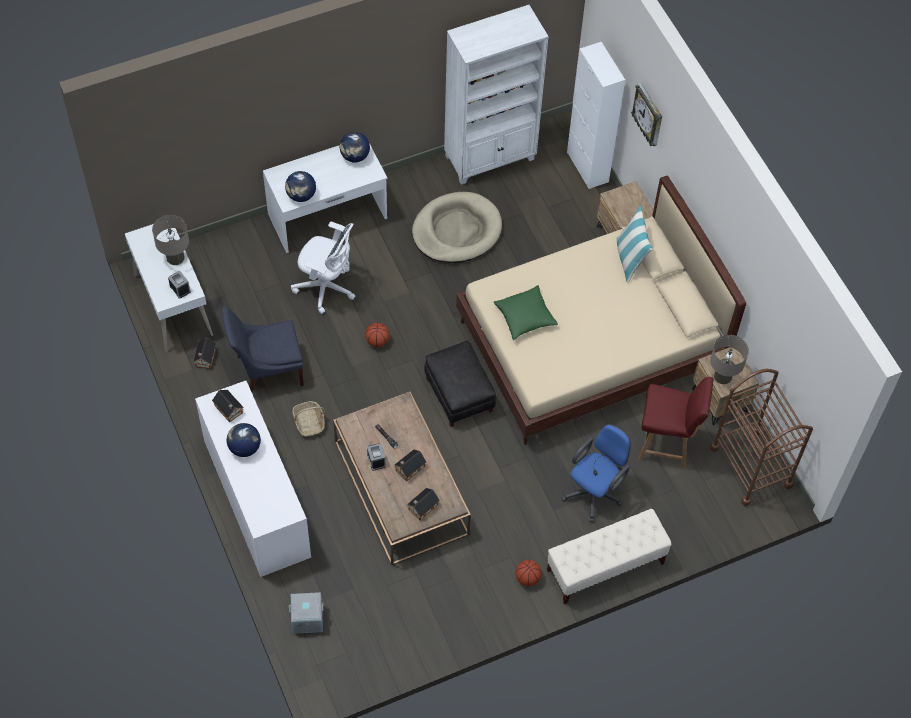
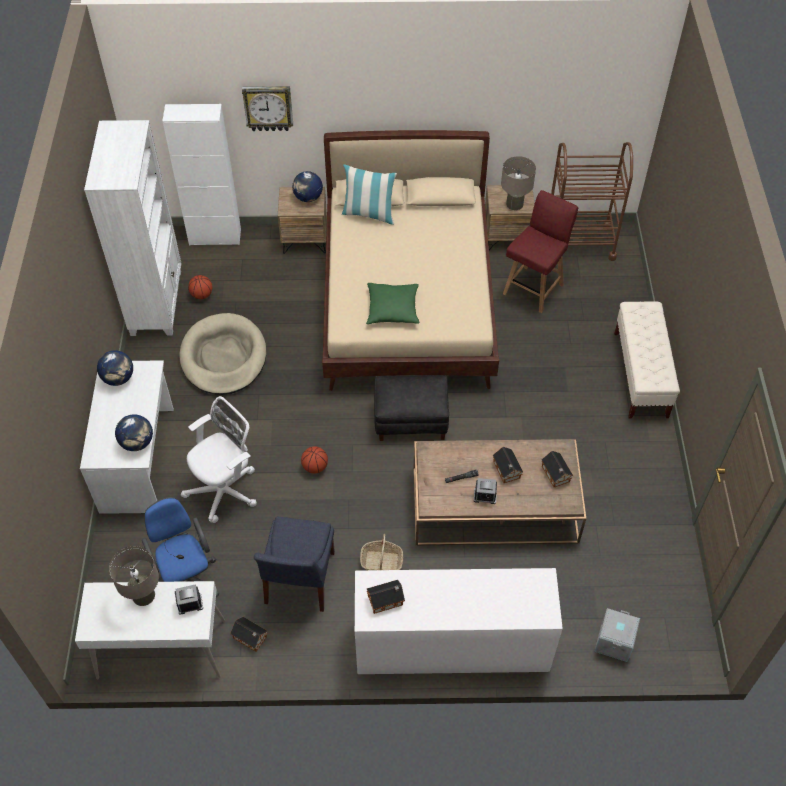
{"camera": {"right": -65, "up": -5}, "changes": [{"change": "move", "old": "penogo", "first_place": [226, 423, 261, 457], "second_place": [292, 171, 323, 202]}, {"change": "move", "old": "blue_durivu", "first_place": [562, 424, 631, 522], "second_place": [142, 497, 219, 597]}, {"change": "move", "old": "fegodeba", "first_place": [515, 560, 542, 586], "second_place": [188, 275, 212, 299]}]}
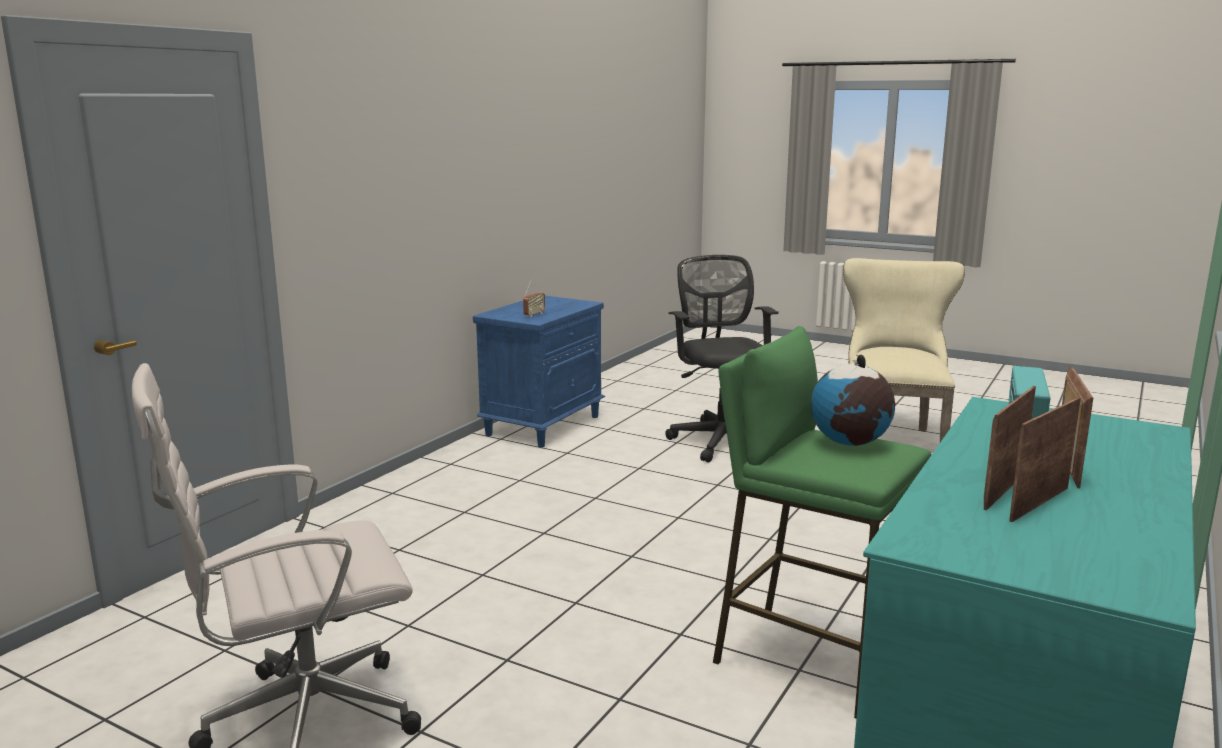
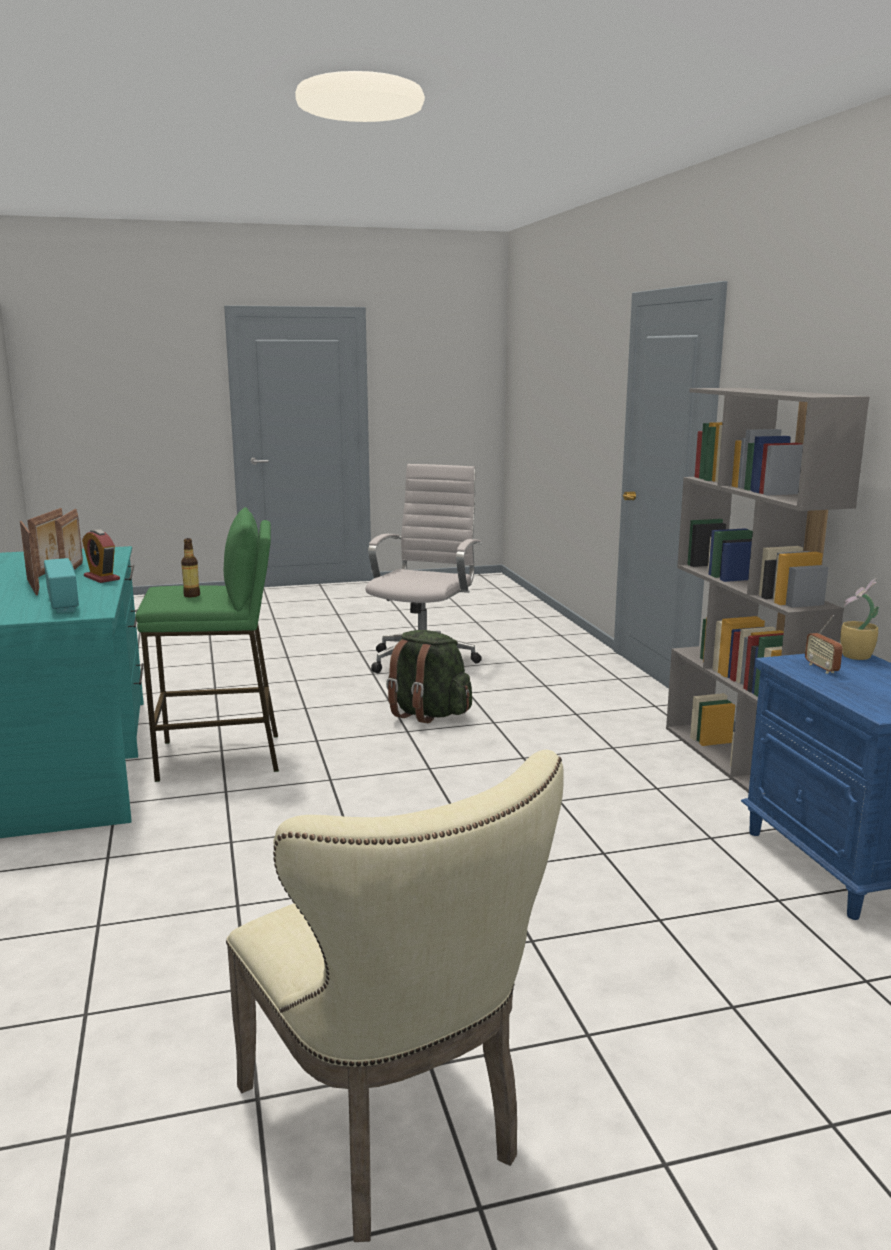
{"camera": {"right": 135, "up": 0}, "changes": [{"change": "delete", "old": "black_durivu", "first_place": [665, 255, 779, 463]}, {"change": "replace", "old": "penogo", "new": "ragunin", "first_place": [811, 355, 895, 446], "second_place": [181, 538, 200, 597]}, {"change": "insert", "new": "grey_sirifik", "second_place": [666, 388, 869, 793]}, {"change": "insert", "new": "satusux", "second_place": [82, 529, 120, 583]}, {"change": "insert", "new": "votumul", "second_place": [840, 578, 880, 660]}, {"change": "insert", "new": "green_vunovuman", "second_place": [386, 630, 472, 723]}]}
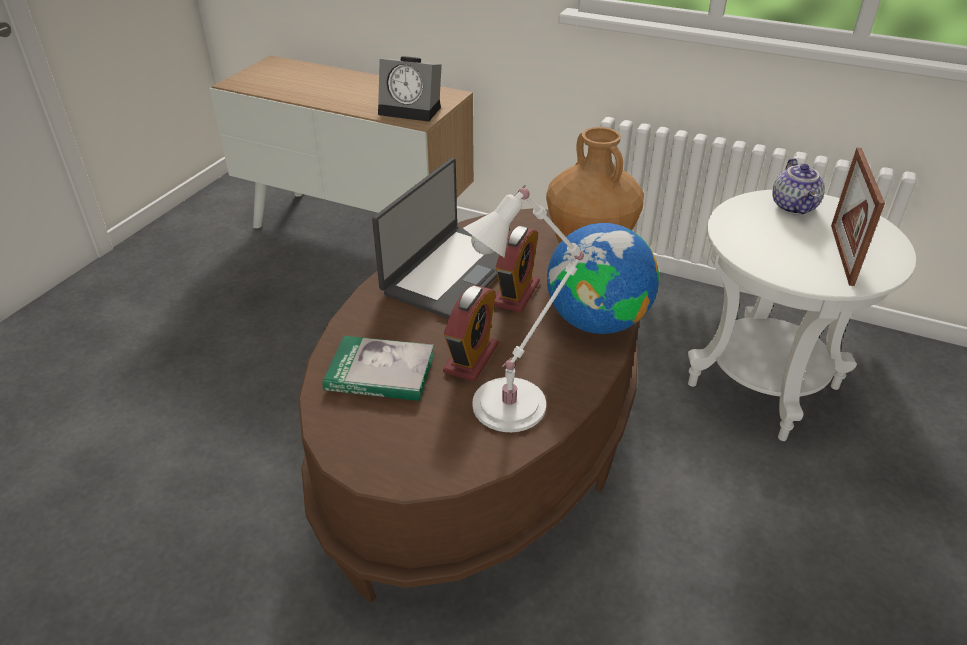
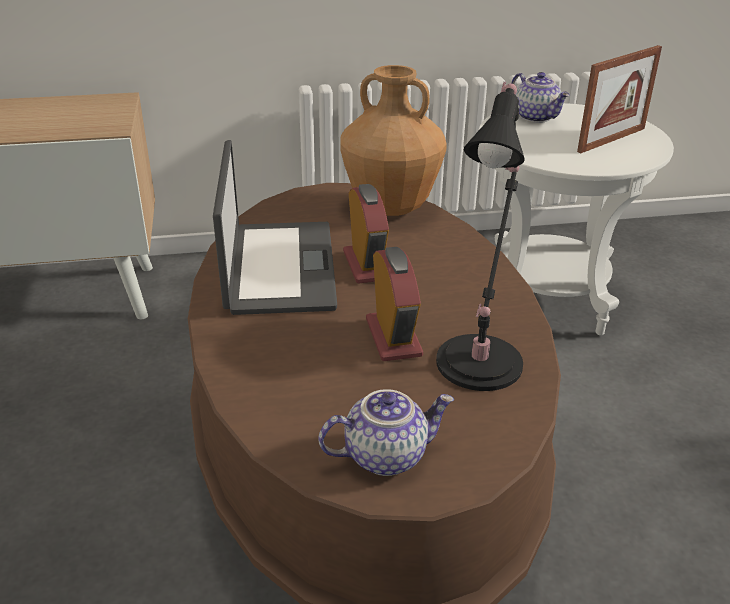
{"camera": {"right": -35, "up": -5}, "changes": [{"change": "delete", "old": "satusux", "first_place": [378, 56, 442, 122]}, {"change": "rotate", "old": "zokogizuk", "first_place": [831, 148, 885, 286], "second_place": [577, 45, 662, 153], "degrees": -105}, {"change": "recolor", "old": "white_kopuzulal", "new": "black_kopuzulal", "first_place": [463, 185, 584, 432], "second_place": [436, 82, 525, 391]}, {"change": "delete", "old": "penogo", "first_place": [547, 223, 659, 334]}, {"change": "delete", "old": "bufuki", "first_place": [322, 336, 434, 401]}, {"change": "insert", "new": "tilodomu", "second_place": [318, 389, 454, 476]}]}
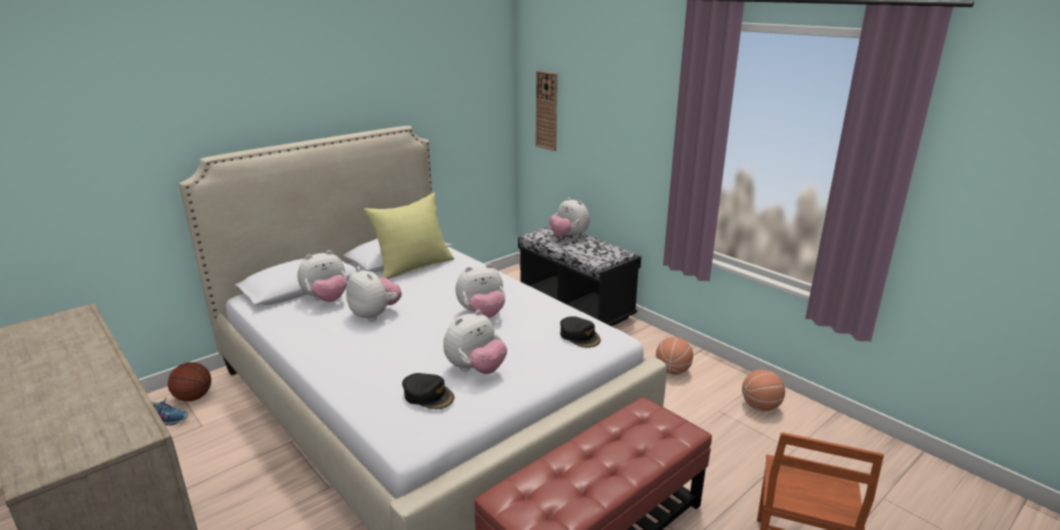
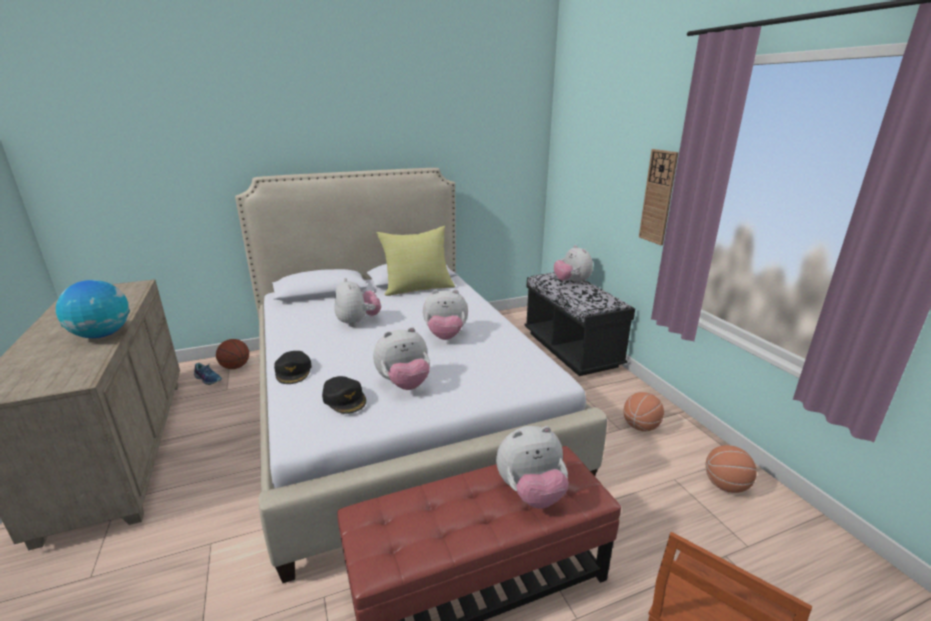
{"camera": {"right": 20, "up": 0}, "changes": [{"change": "move", "old": "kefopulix", "first_place": [536, 71, 557, 151], "second_place": [639, 149, 679, 245]}, {"change": "move", "old": "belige", "first_place": [297, 250, 347, 302], "second_place": [496, 426, 569, 509]}, {"change": "move", "old": "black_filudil", "first_place": [560, 316, 601, 348], "second_place": [274, 351, 312, 384]}, {"change": "insert", "new": "penogo", "second_place": [56, 280, 130, 338]}]}
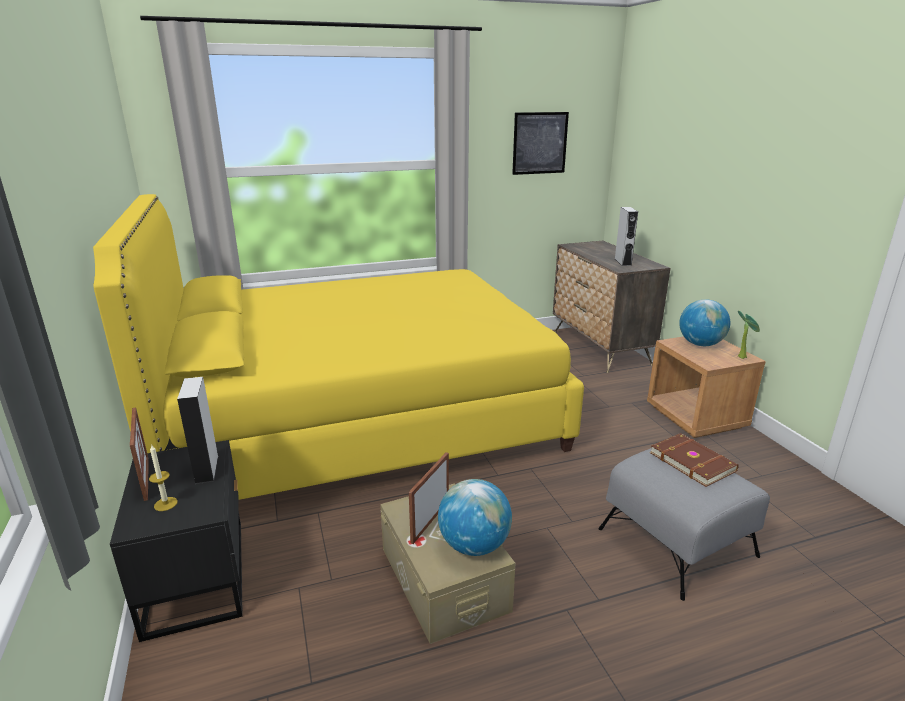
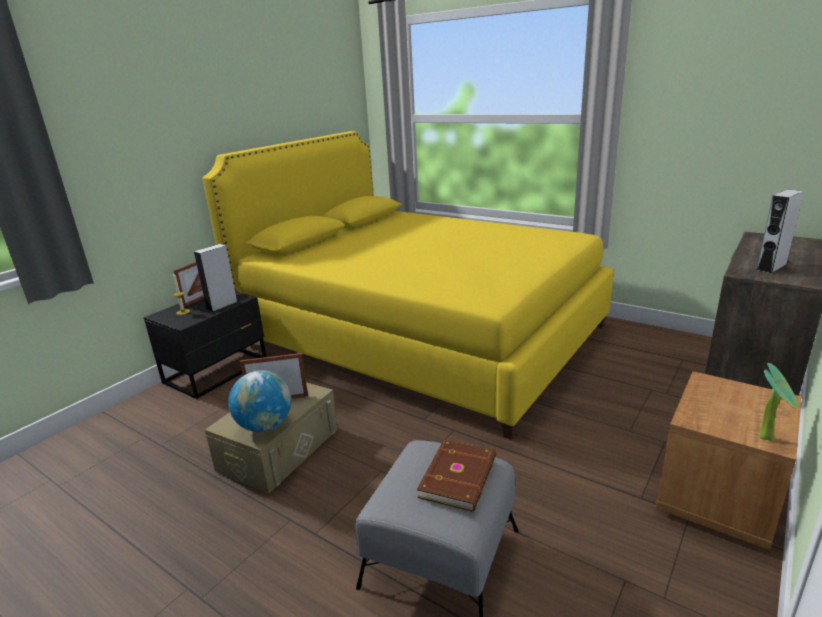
{"camera": {"right": 55, "up": 0}, "changes": [{"change": "delete", "old": "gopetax", "first_place": [512, 112, 569, 175]}, {"change": "delete", "old": "penogo", "first_place": [679, 299, 730, 346]}]}
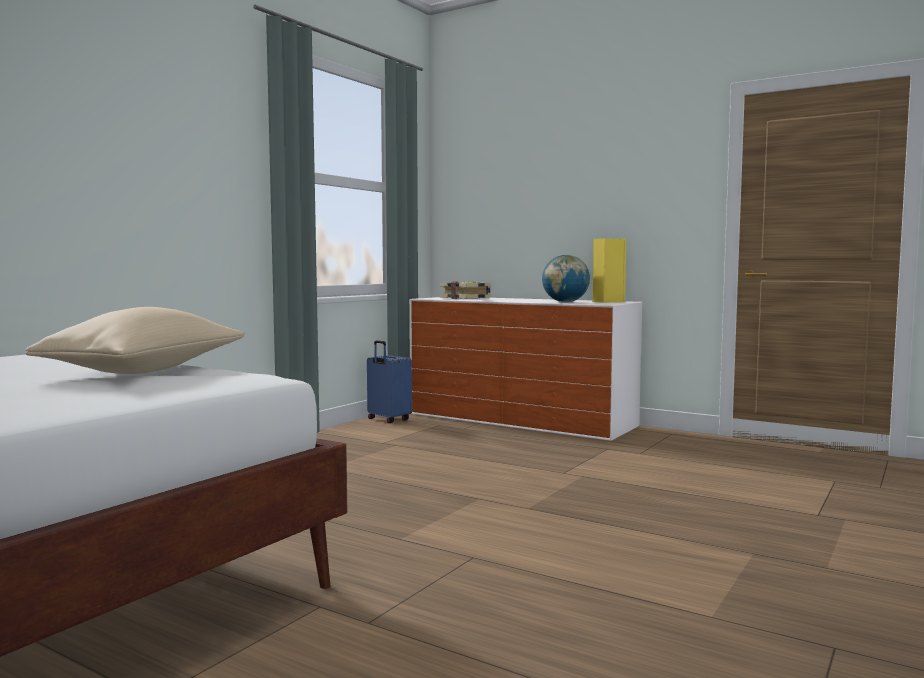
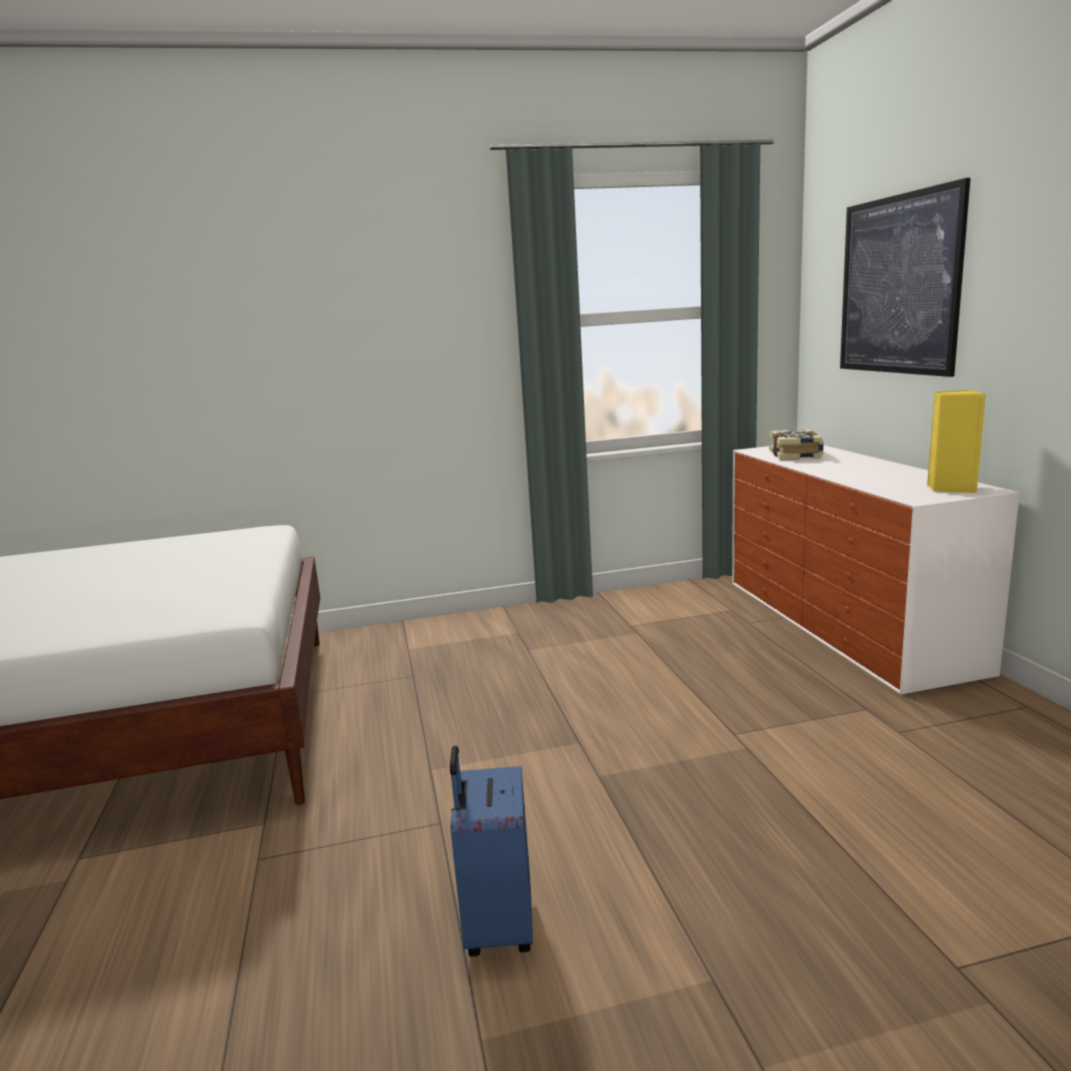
{"camera": {"right": 45, "up": 10}, "changes": [{"change": "delete", "old": "penogo", "first_place": [542, 255, 590, 302]}, {"change": "delete", "old": "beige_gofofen", "first_place": [25, 307, 245, 374]}, {"change": "move", "old": "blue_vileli", "first_place": [367, 340, 412, 423], "second_place": [450, 745, 533, 957]}, {"change": "insert", "new": "gopetax", "second_place": [840, 178, 970, 377]}]}
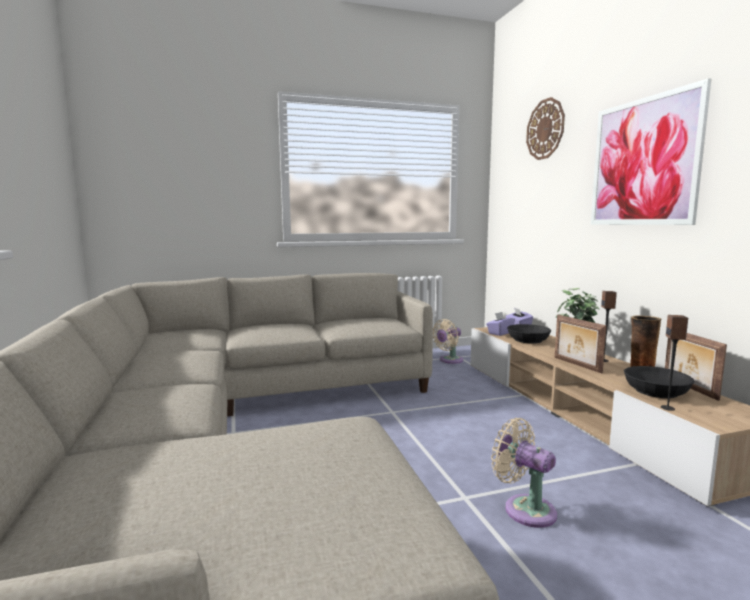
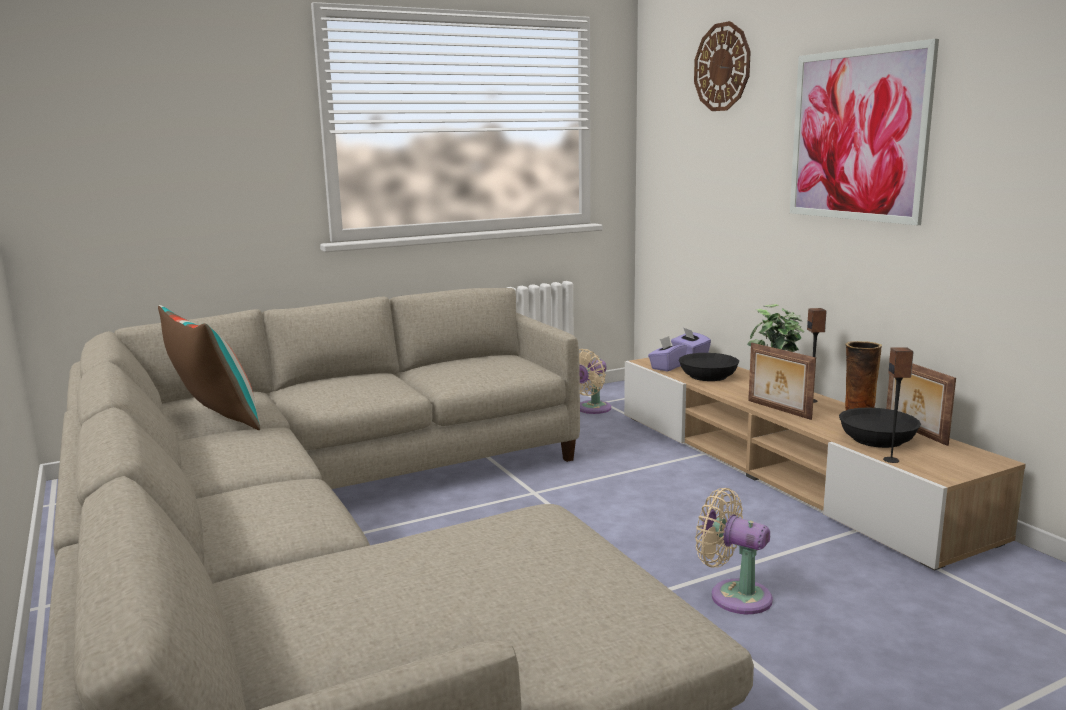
{"camera": {"right": -10, "up": 5}, "changes": [{"change": "insert", "new": "gofofen", "second_place": [158, 305, 260, 430]}]}
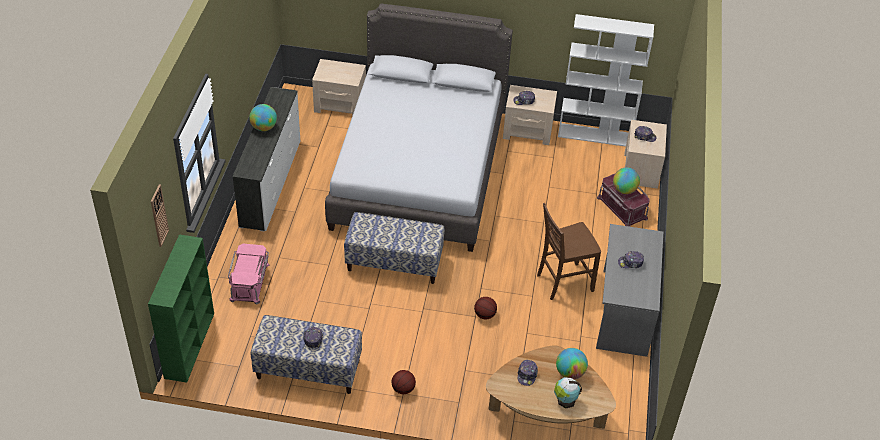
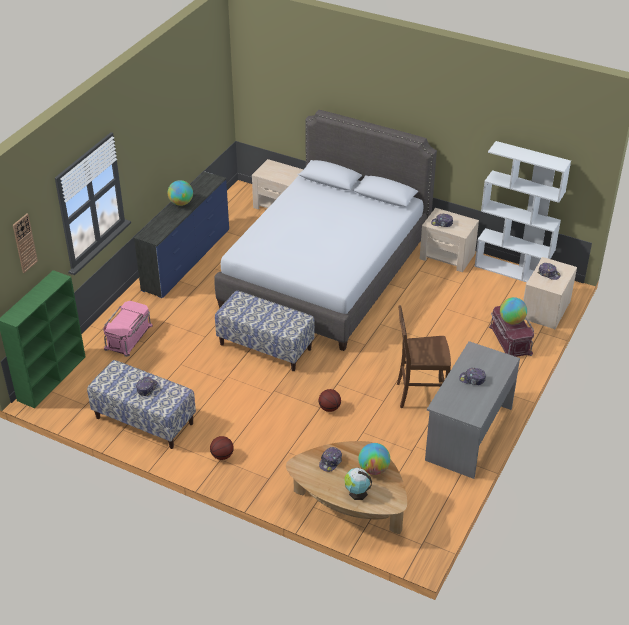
{"camera": {"right": 20, "up": -5}, "changes": [{"change": "recolor", "old": "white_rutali", "new": "blue_rutali", "first_place": [232, 87, 300, 232], "second_place": [134, 171, 229, 298]}]}
